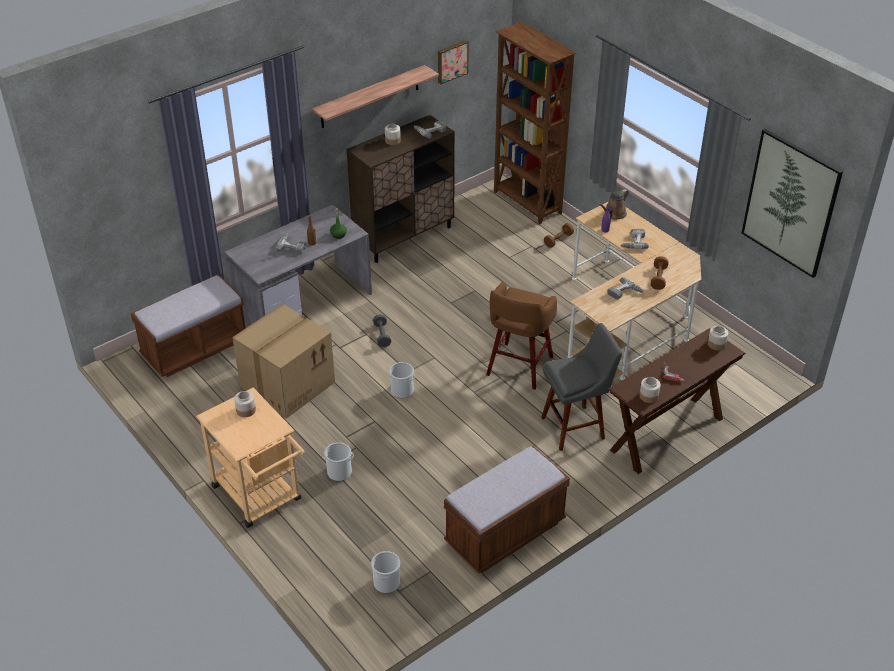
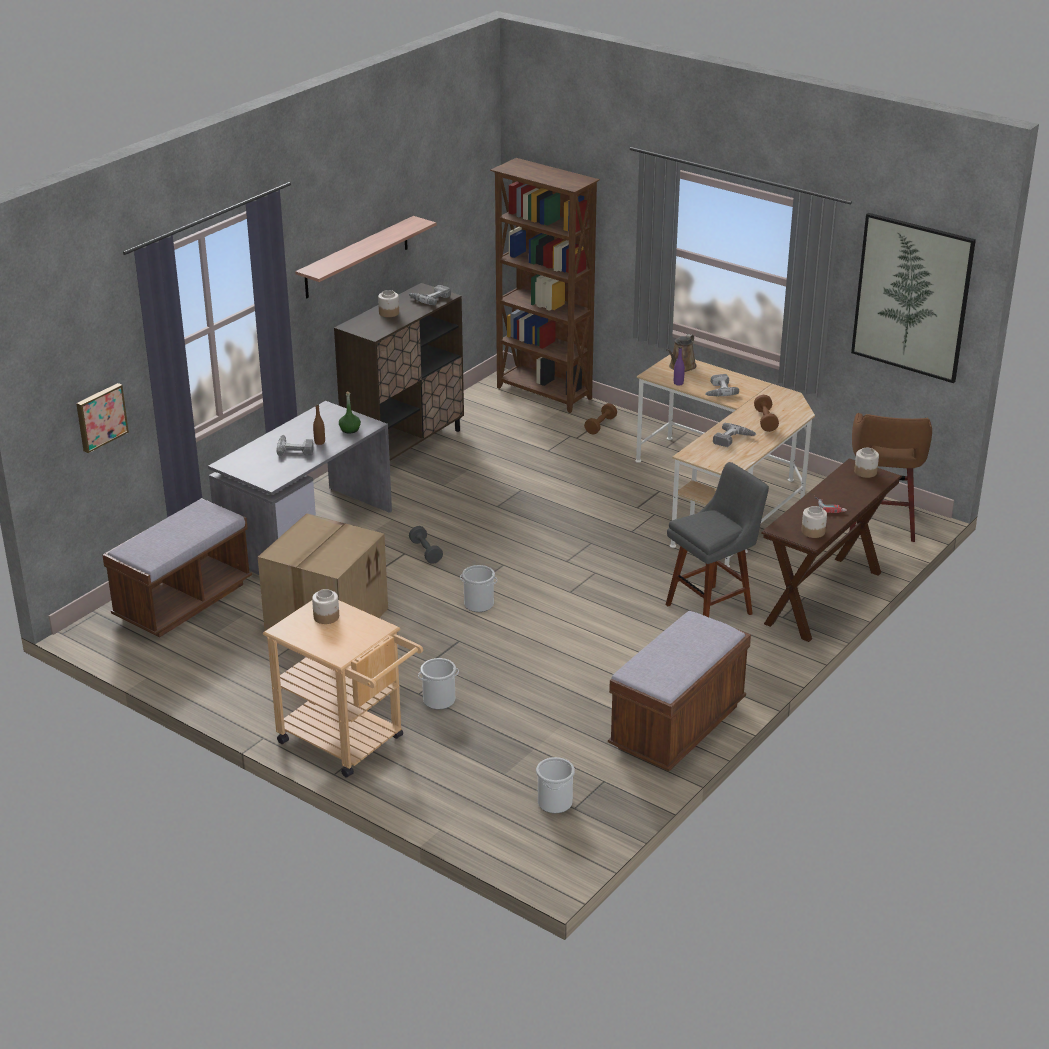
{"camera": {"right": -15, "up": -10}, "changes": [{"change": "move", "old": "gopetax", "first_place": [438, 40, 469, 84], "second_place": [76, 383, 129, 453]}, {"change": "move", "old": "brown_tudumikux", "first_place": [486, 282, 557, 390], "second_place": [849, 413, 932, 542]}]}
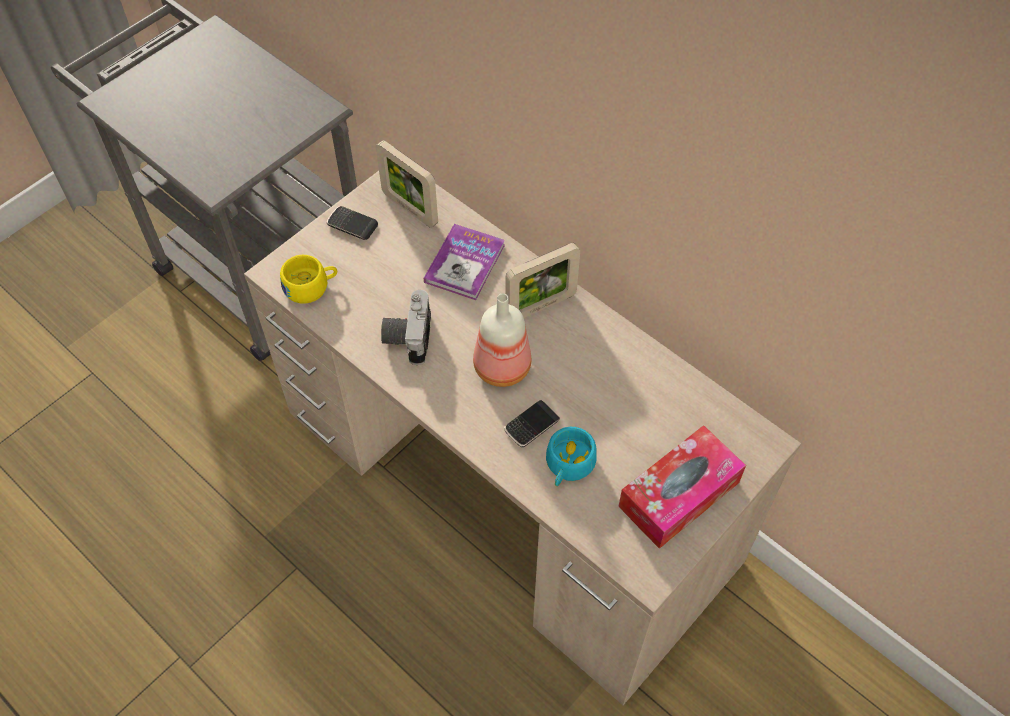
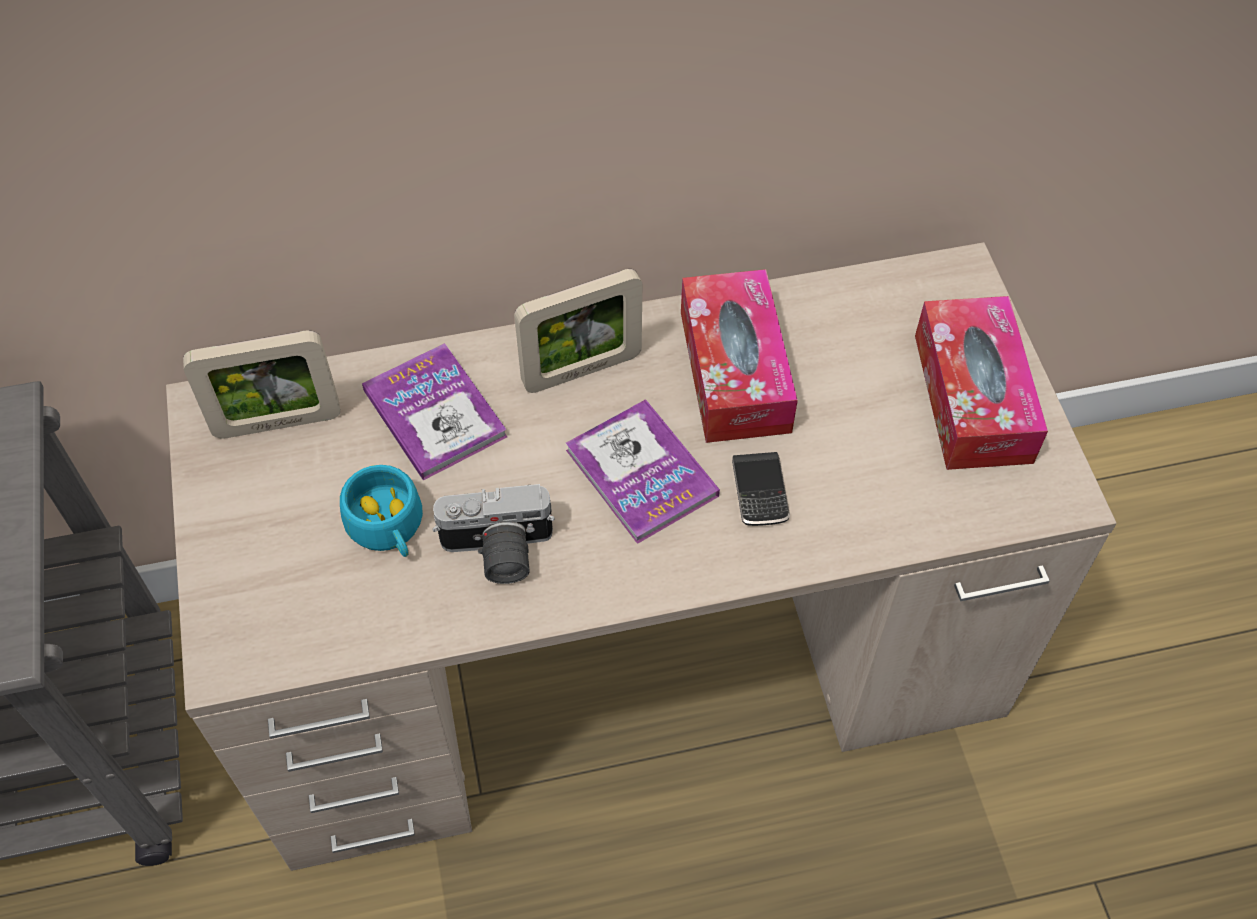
{"camera": {"right": -55, "up": 0}, "changes": [{"change": "delete", "old": "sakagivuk", "first_place": [327, 206, 378, 240]}, {"change": "rotate", "old": "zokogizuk", "first_place": [506, 243, 580, 318], "second_place": [514, 269, 642, 393], "degrees": 60}, {"change": "delete", "old": "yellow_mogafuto", "first_place": [280, 255, 337, 304]}, {"change": "rotate", "old": "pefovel", "first_place": [381, 290, 431, 365], "second_place": [432, 484, 555, 584], "degrees": -45}, {"change": "replace", "old": "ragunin", "new": "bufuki", "first_place": [473, 294, 531, 387], "second_place": [566, 399, 720, 544]}, {"change": "move", "old": "turquoise_mogafuto", "first_place": [546, 427, 597, 486], "second_place": [340, 465, 423, 557]}, {"change": "insert", "new": "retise", "second_place": [681, 269, 798, 443]}]}
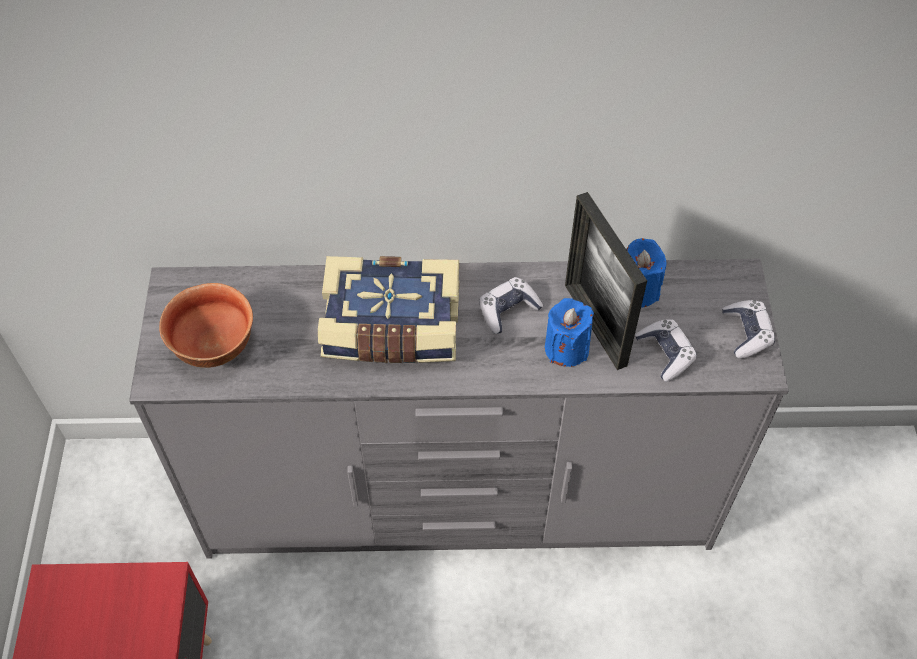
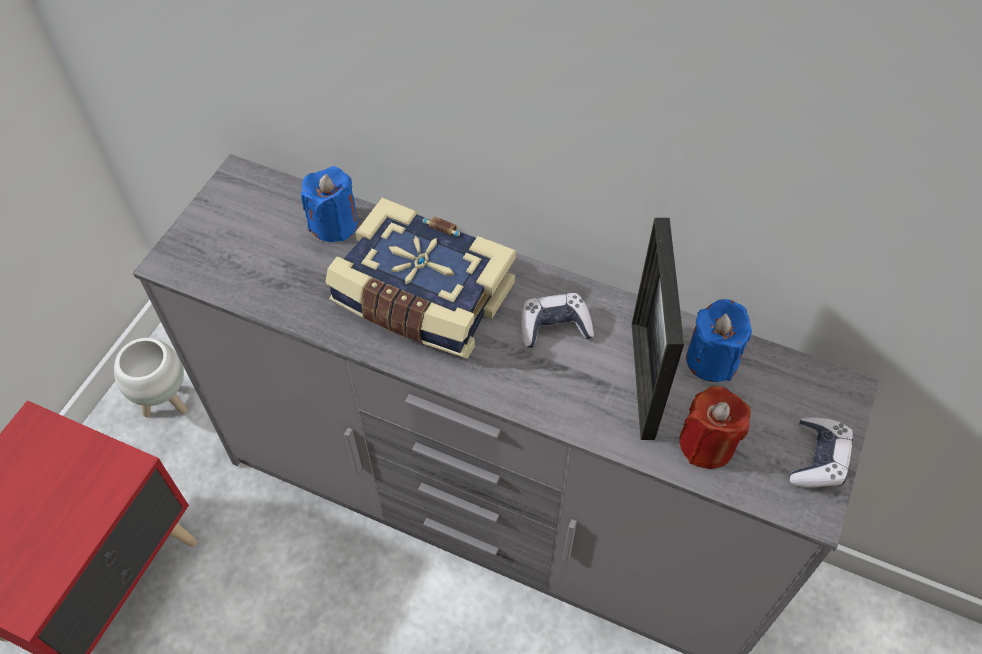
{"camera": {"right": 25, "up": 0}, "changes": [{"change": "delete", "old": "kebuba", "first_place": [159, 283, 253, 368]}, {"change": "move", "old": "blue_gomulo", "first_place": [545, 298, 594, 367], "second_place": [301, 166, 358, 242]}, {"change": "replace", "old": "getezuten", "new": "red_gomulo", "first_place": [635, 319, 697, 382], "second_place": [679, 386, 751, 469]}, {"change": "insert", "new": "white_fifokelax", "second_place": [114, 338, 188, 417]}]}
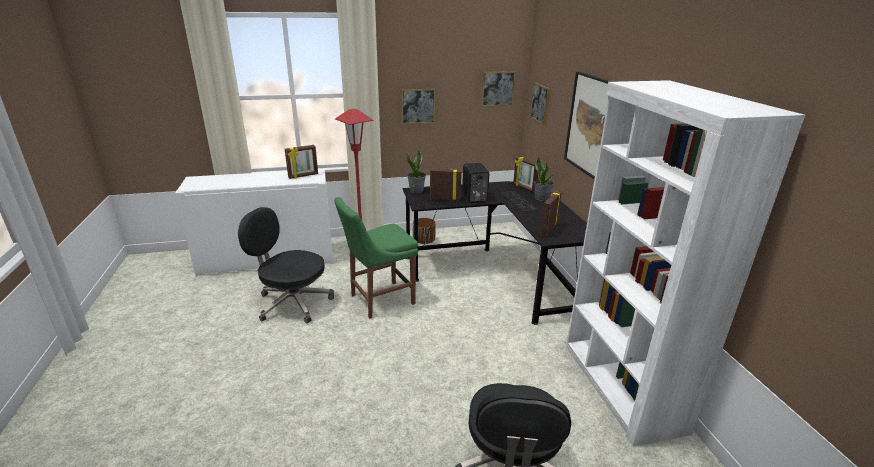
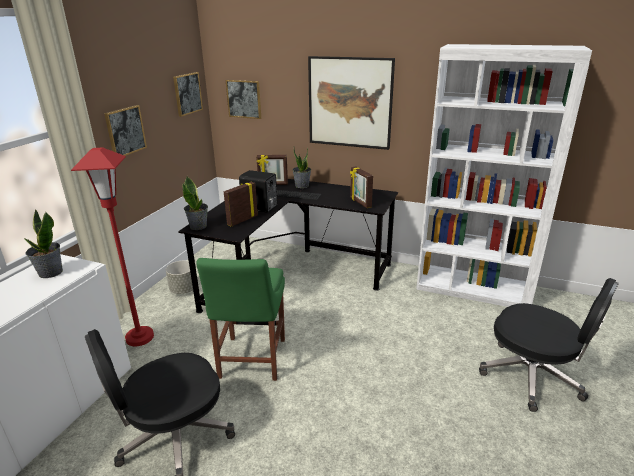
{"camera": {"right": -55, "up": 0}, "changes": [{"change": "replace", "old": "zokogizuk", "new": "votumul", "first_place": [285, 145, 318, 179], "second_place": [24, 209, 63, 278]}, {"change": "recolor", "old": "brown_fifokelax", "new": "grey_fifokelax", "first_place": [413, 218, 436, 244], "second_place": [166, 261, 193, 294]}]}
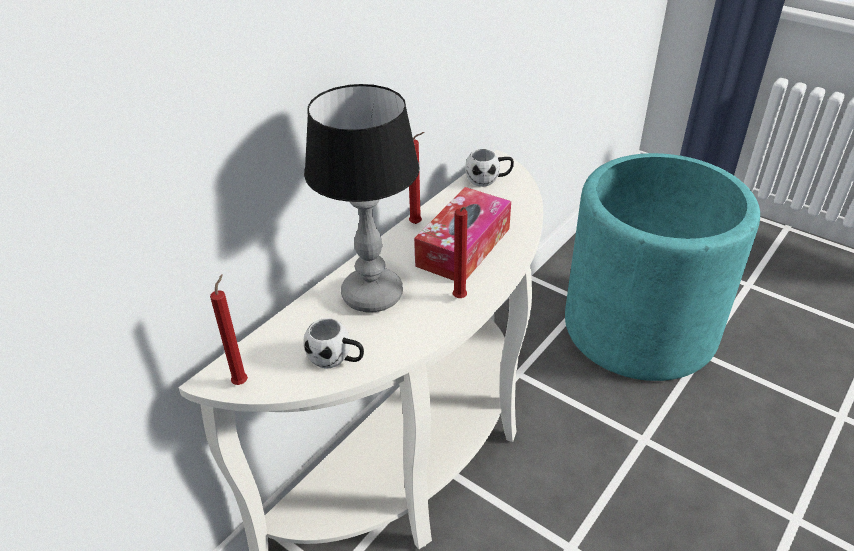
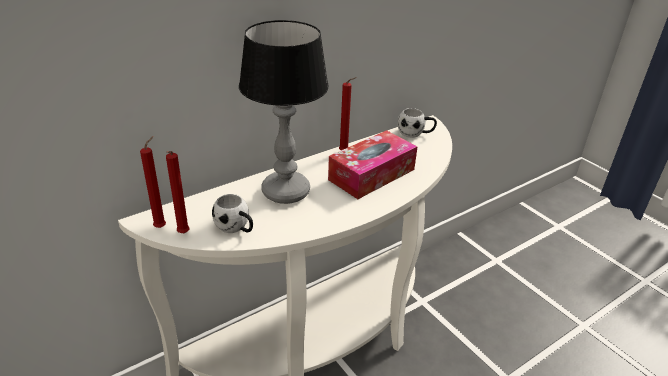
{"camera": {"right": 15, "up": -5}, "changes": [{"change": "delete", "old": "turquoise_fifokelax", "first_place": [565, 153, 760, 381]}, {"change": "move", "old": "red_gomulo", "first_place": [453, 207, 468, 298], "second_place": [166, 151, 190, 233]}]}
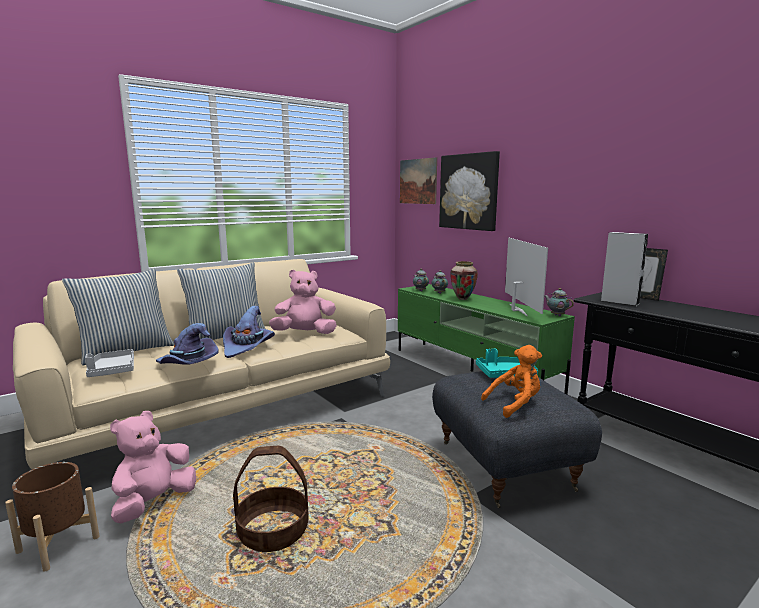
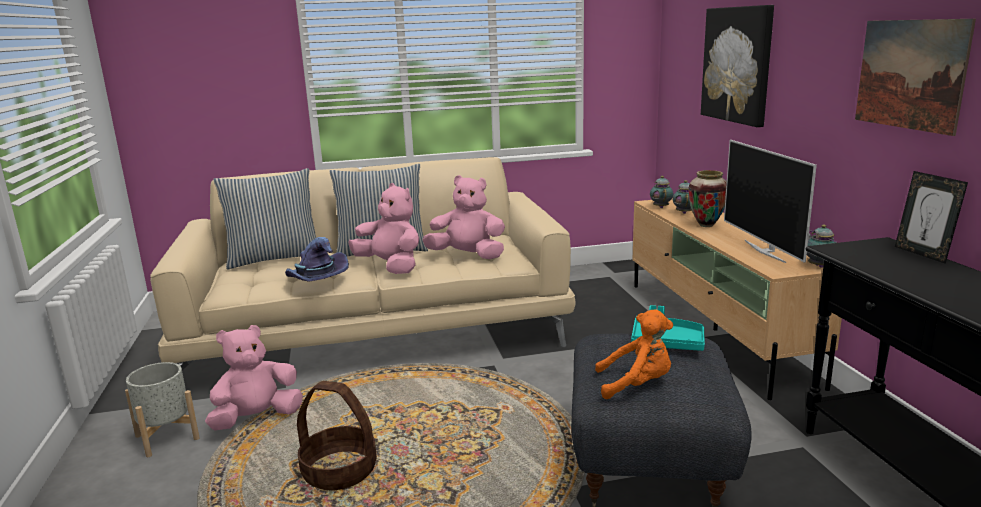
{"camera": {"right": 25, "up": 5}, "changes": [{"change": "move", "old": "gopetax", "first_place": [400, 157, 437, 204], "second_place": [855, 19, 976, 136]}, {"change": "delete", "old": "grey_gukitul", "first_place": [601, 232, 648, 306]}, {"change": "rotate", "old": "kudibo", "first_place": [505, 238, 548, 317], "second_place": [724, 140, 817, 263], "degrees": 150}, {"change": "recolor", "old": "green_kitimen", "new": "beige_kitimen", "first_place": [398, 284, 575, 394], "second_place": [632, 198, 842, 400]}, {"change": "replace", "old": "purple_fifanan", "new": "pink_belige", "first_place": [223, 306, 275, 358], "second_place": [348, 183, 419, 274]}, {"change": "delete", "old": "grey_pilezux", "first_place": [85, 349, 134, 377]}, {"change": "recolor", "old": "brown_fifokelax", "new": "grey_fifokelax", "first_place": [5, 462, 100, 572], "second_place": [125, 362, 200, 457]}]}
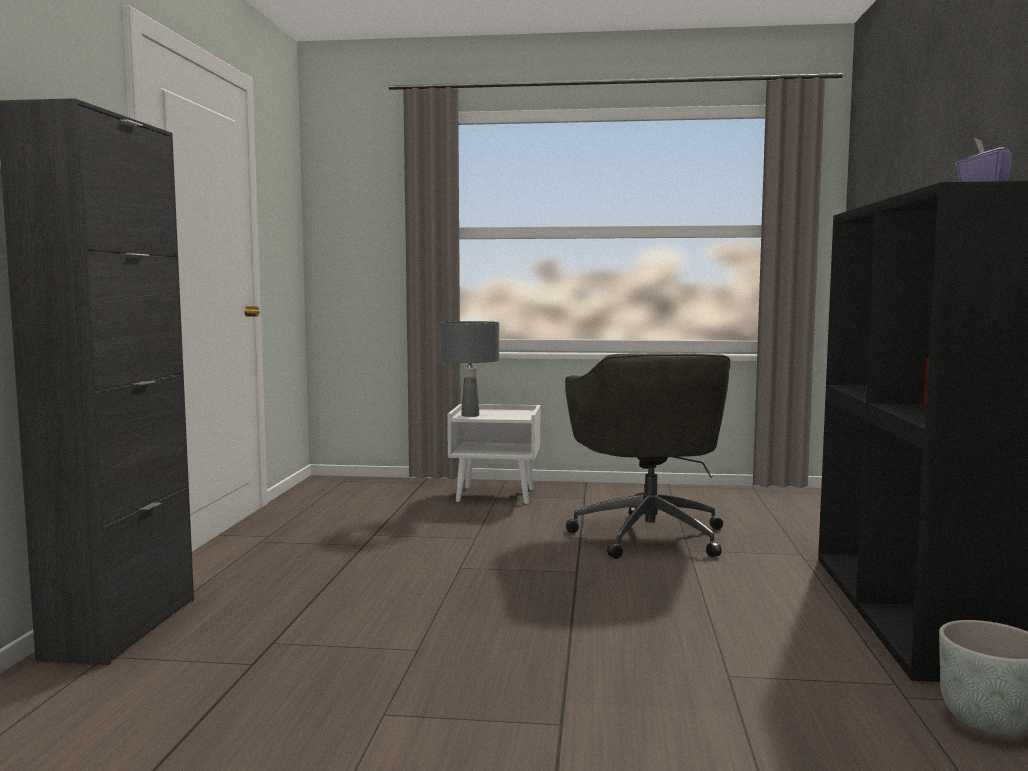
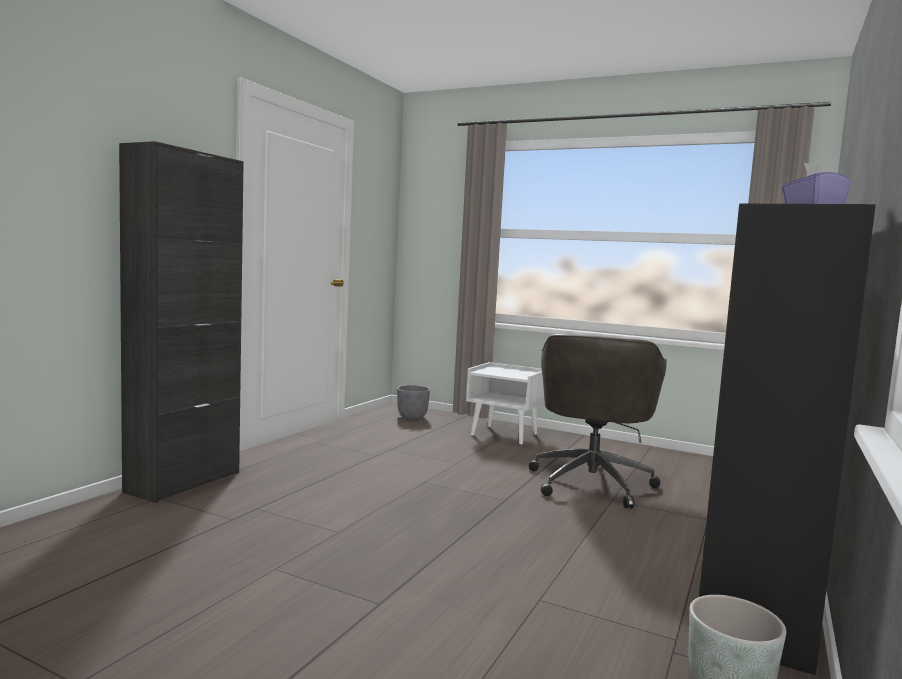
{"camera": {"right": 20, "up": 0}, "changes": [{"change": "delete", "old": "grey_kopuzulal", "first_place": [441, 321, 499, 417]}, {"change": "insert", "new": "grey_fifokelax", "second_place": [397, 385, 430, 419]}]}
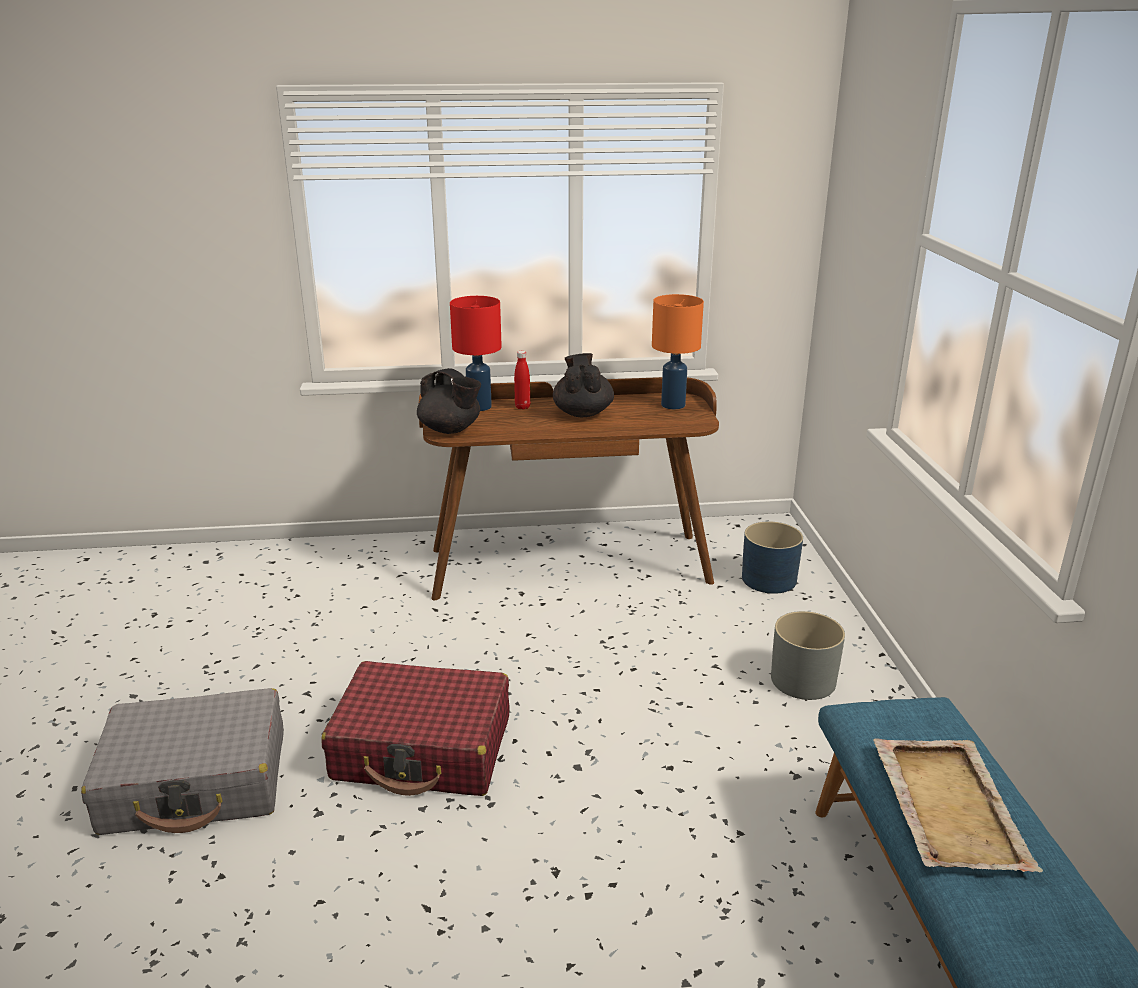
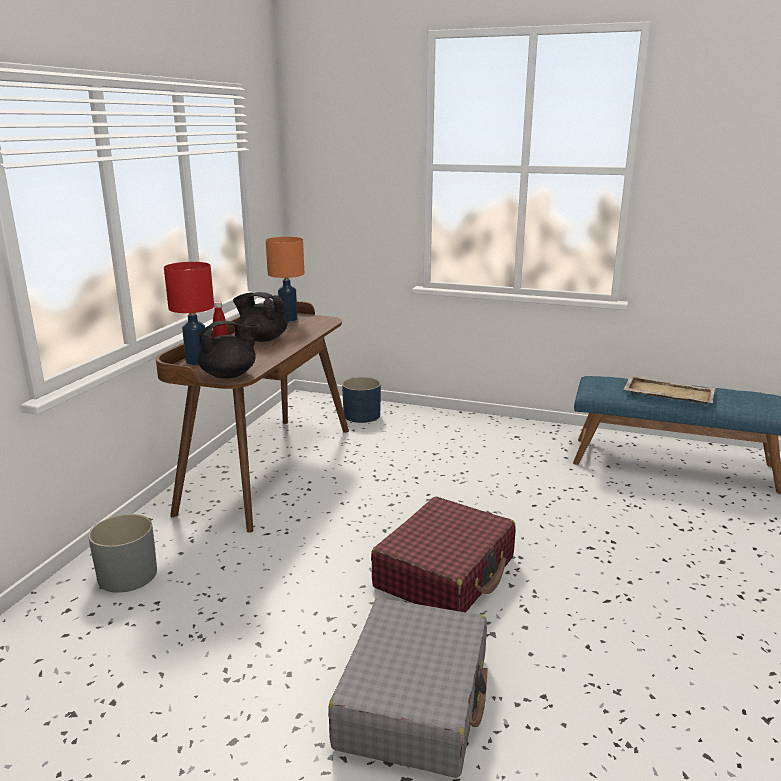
{"camera": {"right": -65, "up": -5}, "changes": [{"change": "move", "old": "grey_fifokelax", "first_place": [771, 611, 845, 700], "second_place": [88, 514, 157, 593]}]}
